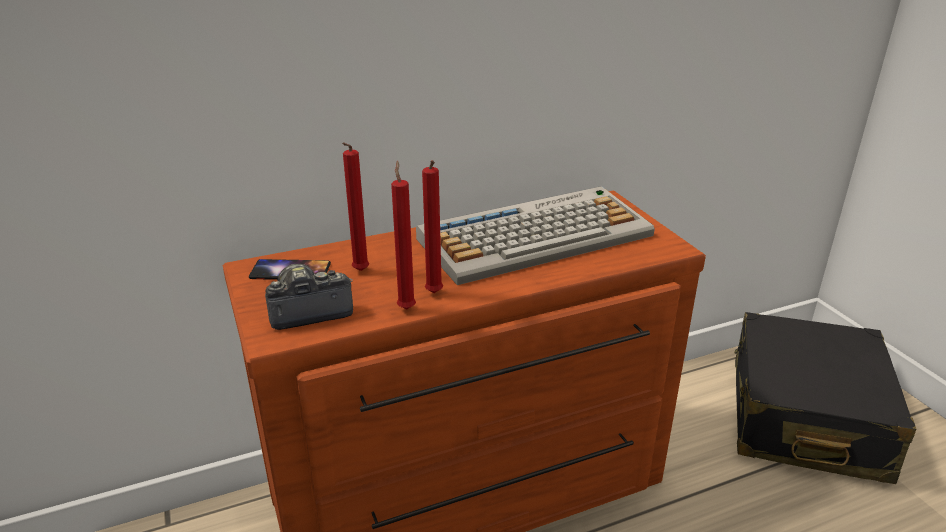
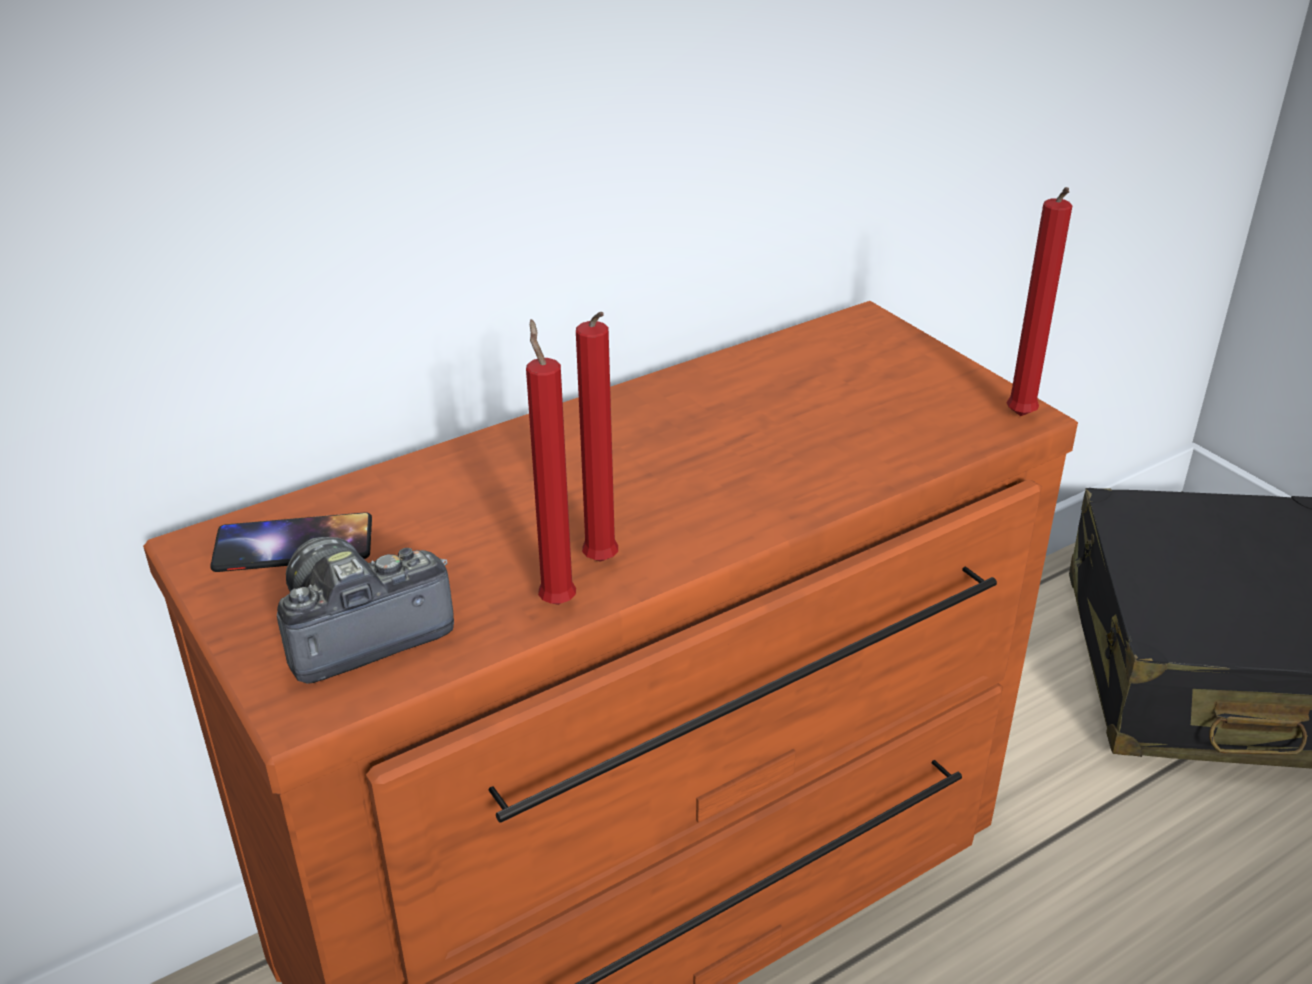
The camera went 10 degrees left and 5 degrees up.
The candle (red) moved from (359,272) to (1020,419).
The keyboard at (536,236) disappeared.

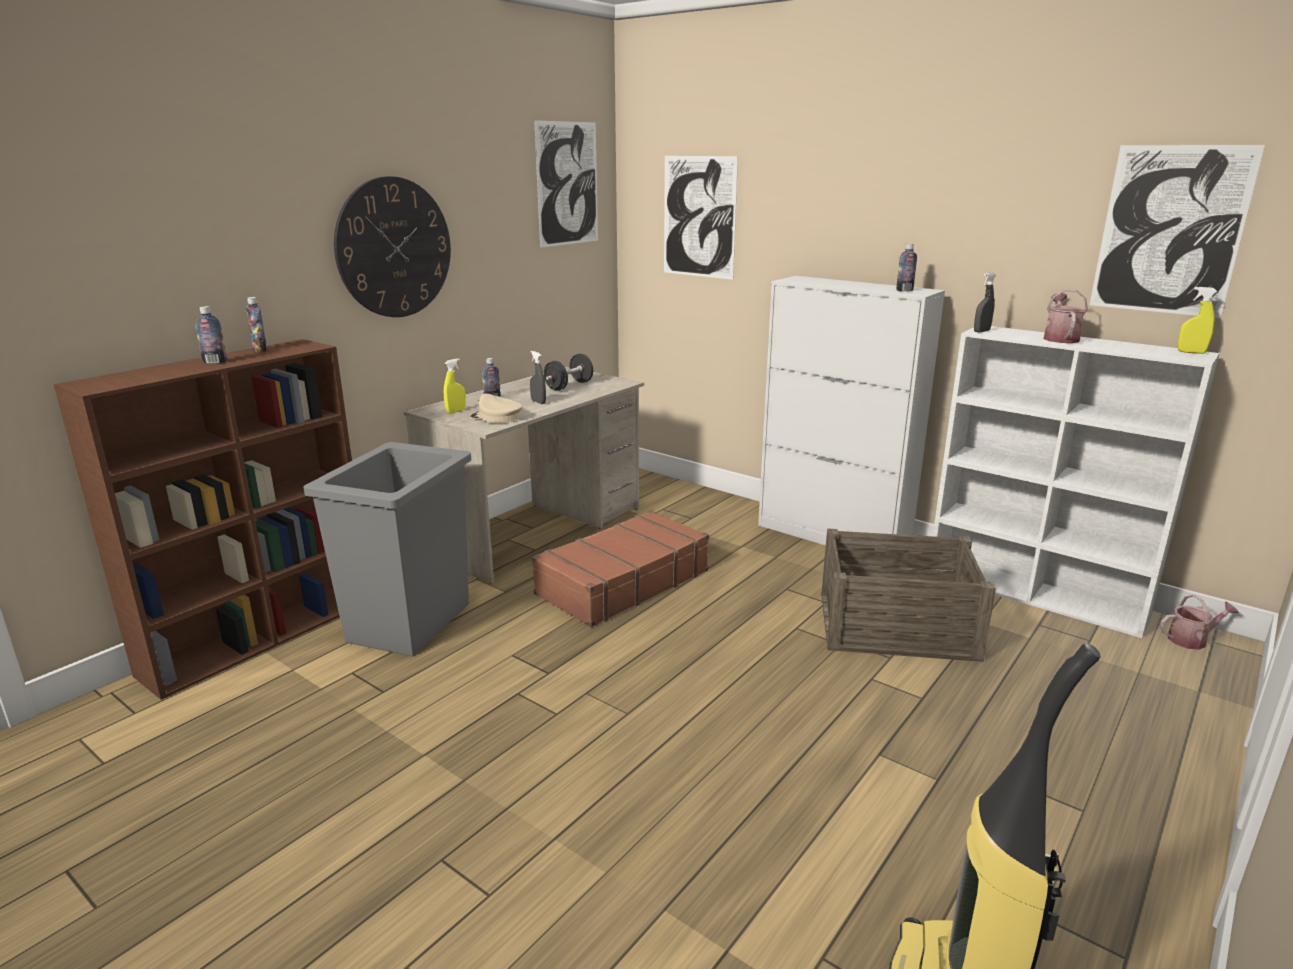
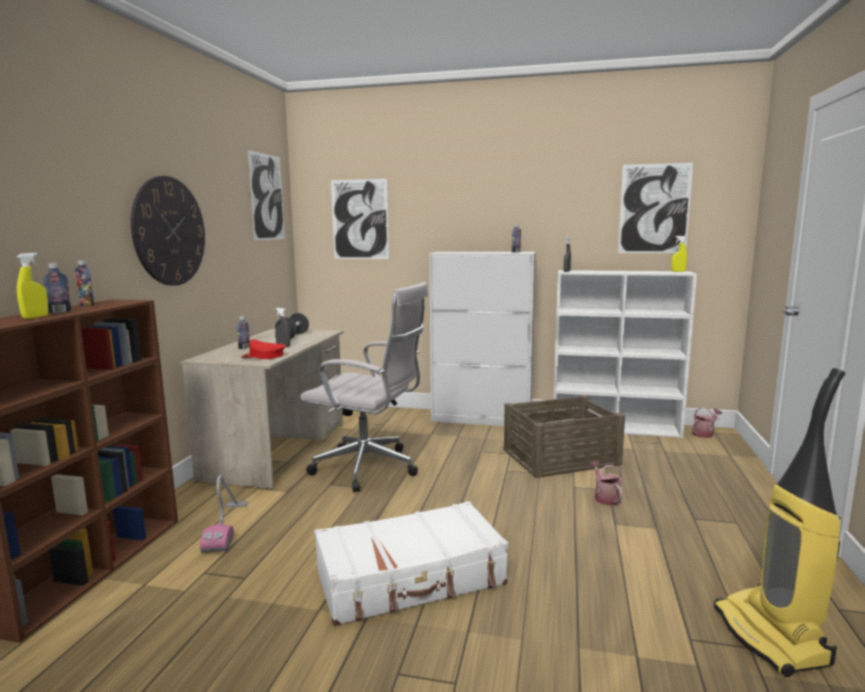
The camera went 25 degrees left and 10 degrees down.
The spray bottle (yellow) moved from (456,411) to (35,317).
The trash can (grey) at (411,622) was replaced by the vacuum cleaner at (227,527).
The cap (beige) at (496,417) became the cap (red) at (263,356).
The suitcase (brown) at (621,582) was replaced by the office chair (white) at (370,469).
The suitcase (white) at (411,578) appeared.
The watering can moved from (1060,338) to (605,497).

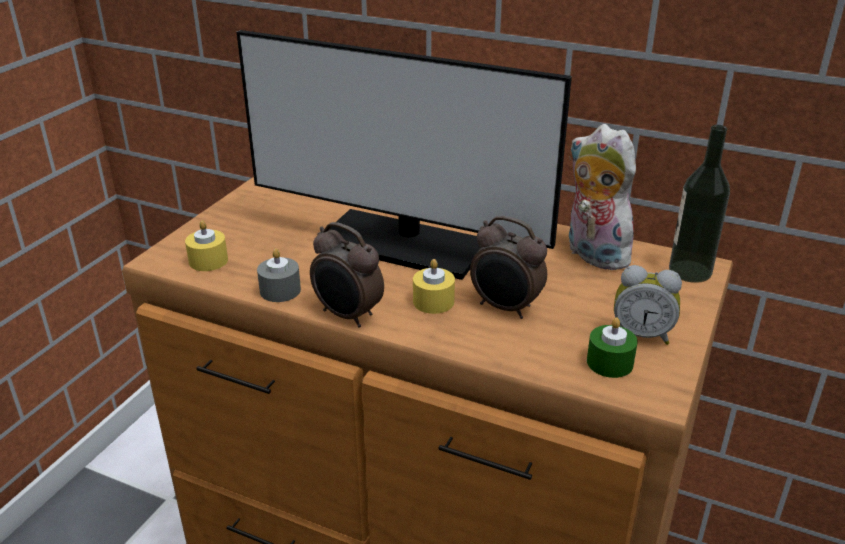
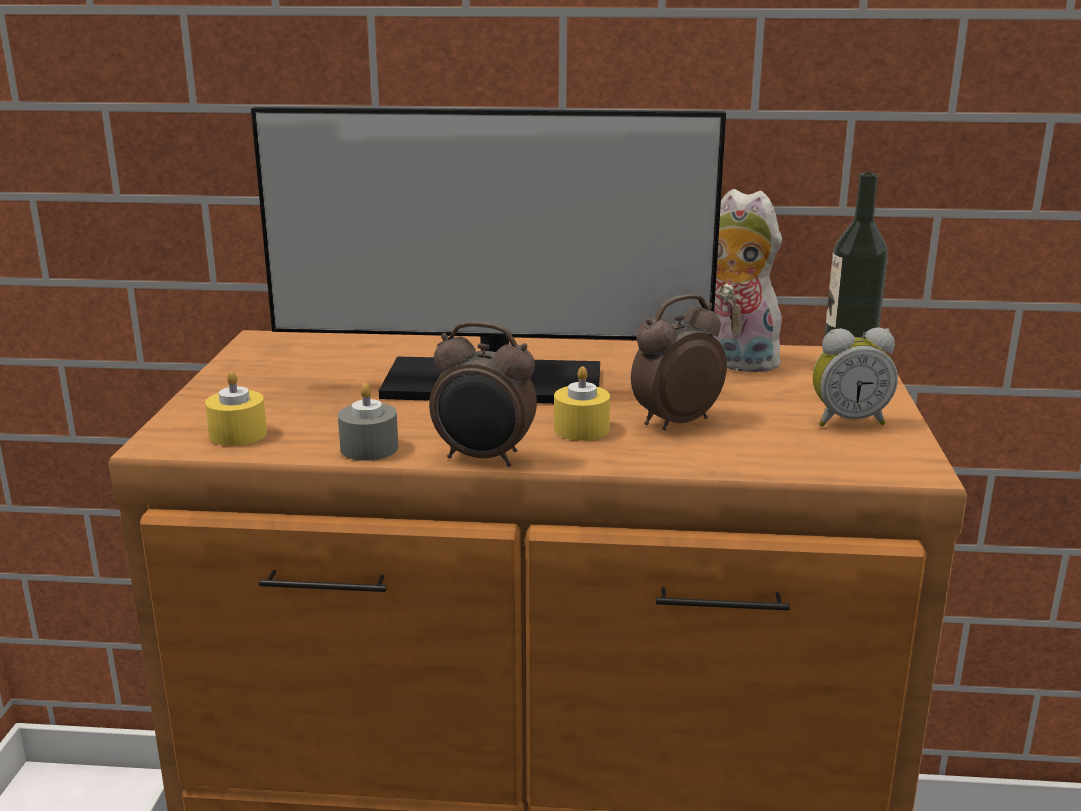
The camera went 20 degrees left and 10 degrees down.
The alarm clock at (505,308) turned 135 degrees clockwise.
The candle (green) at (609,363) disappeared.

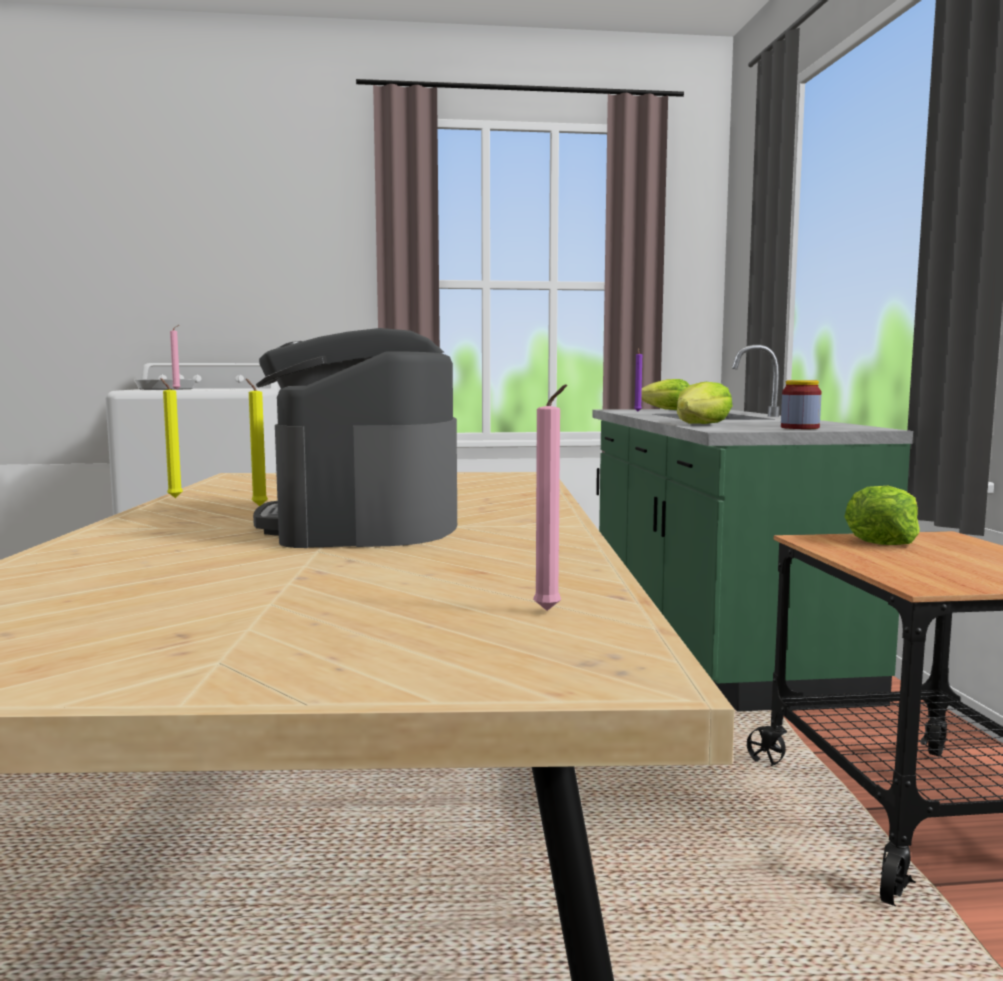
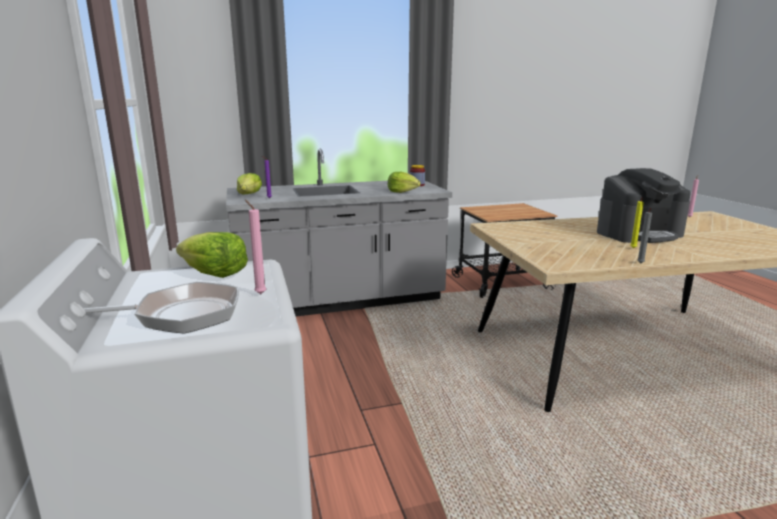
The camera went 100 degrees left and 10 degrees up.
The lettuce moved from (881,541) to (214,274).
The counter (green) at (710,636) became the counter (grey) at (340,301).
The candle (yellow) at (173,497) became the candle (grey) at (640,263).

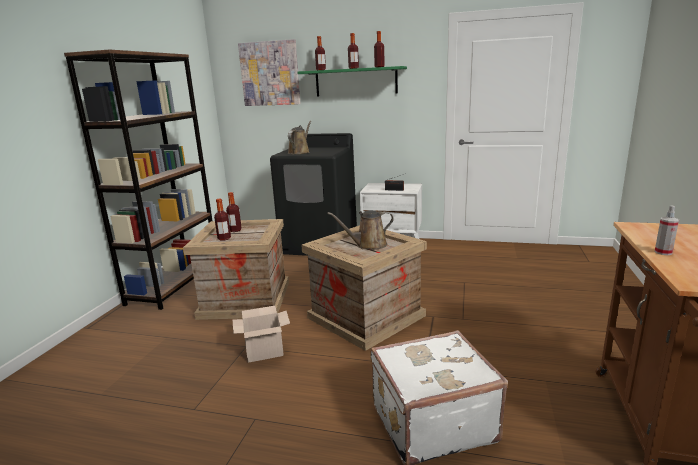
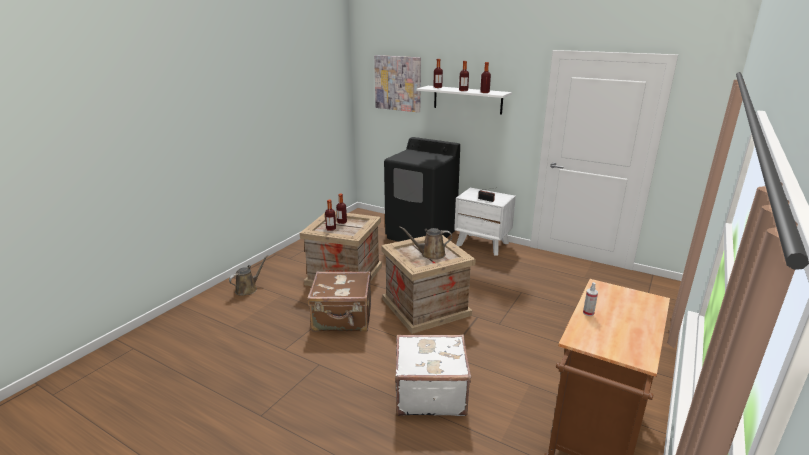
The camera went 15 degrees right and 5 degrees up.
The watering can (brown) moved from (299,152) to (248,289).
The cardboard box at (265,350) was replaced by the suitcase (brown) at (343,319).
The shelf (green) at (356,82) became the shelf (white) at (467,99).
The bookcase (brown) at (175,284) disappeared.

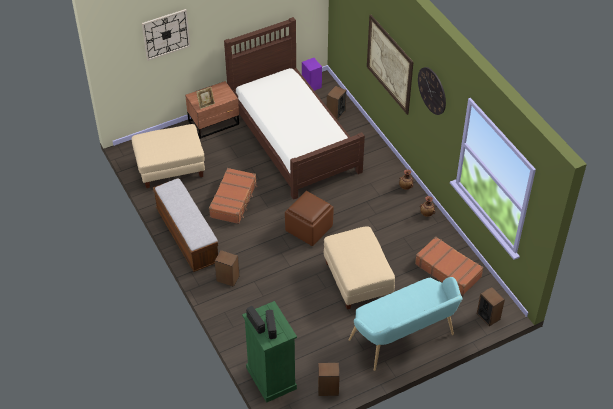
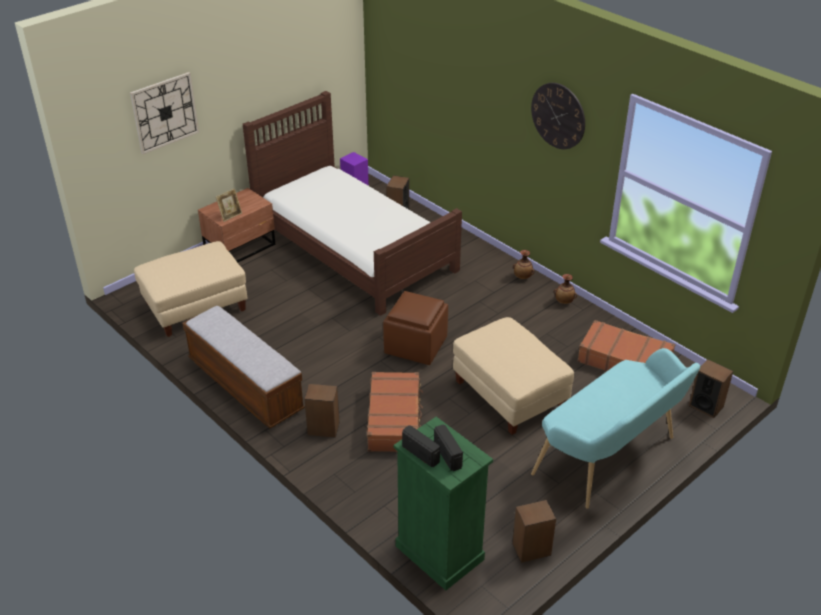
The camera went 15 degrees left and 10 degrees down.
The suitcase (brown) moved from (234,200) to (395,419).
The picture at (389,64) disappeared.

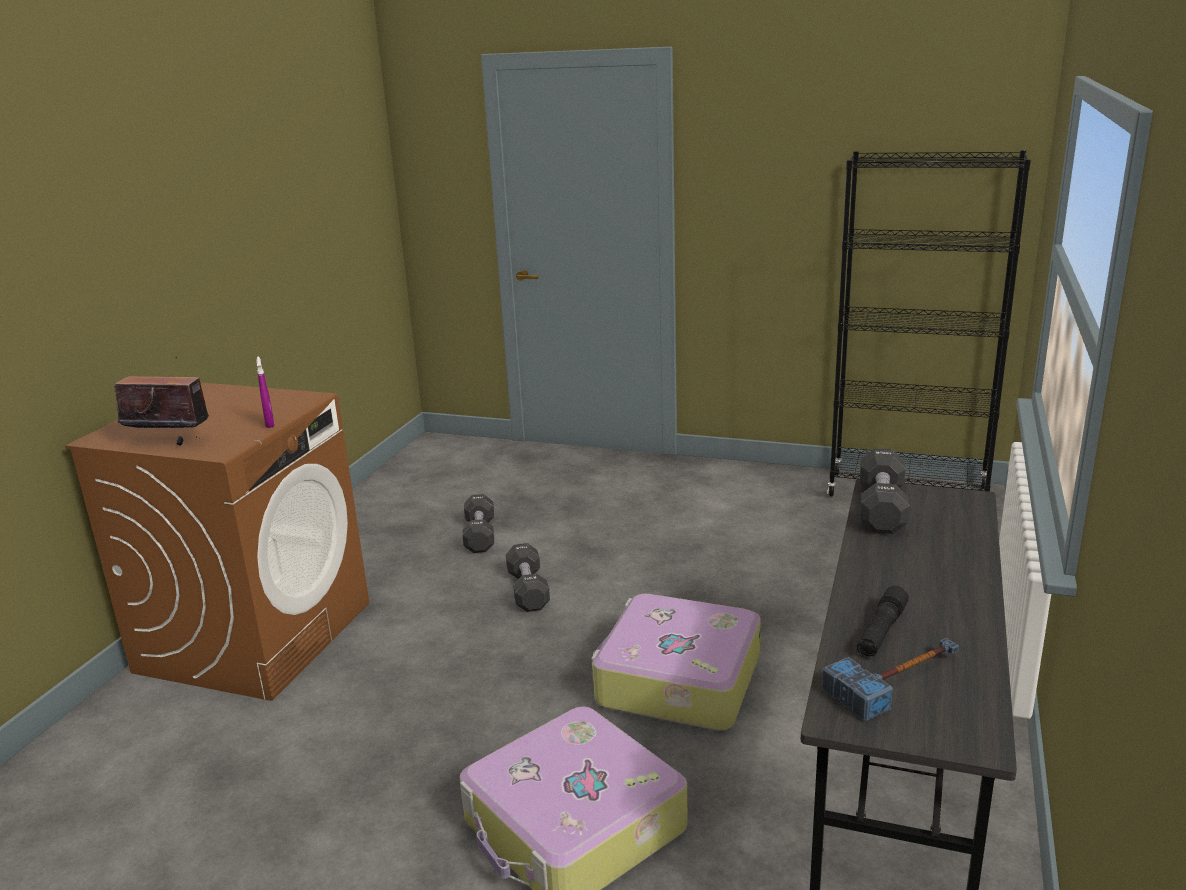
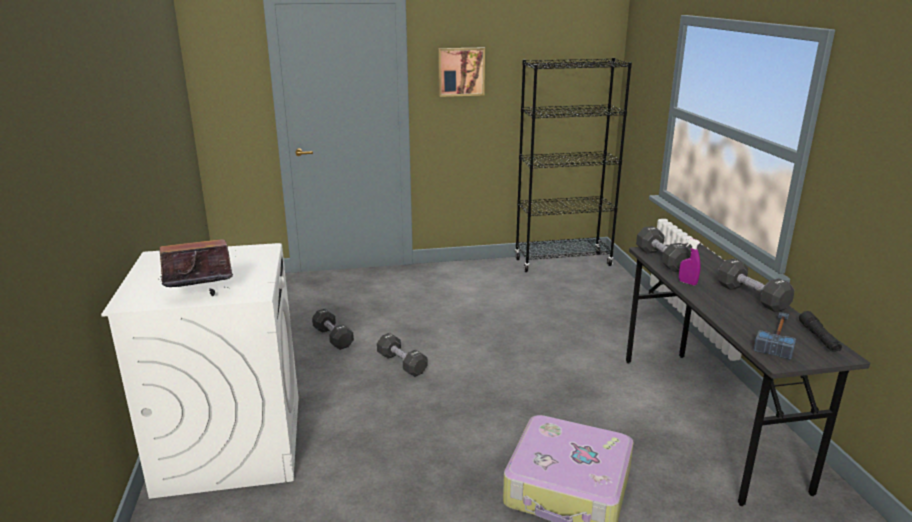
The camera went 30 degrees left and 0 degrees up.
The washing machine (brown) at (256,636) became the washing machine (white) at (231,443).
The picture at (461,71) appeared.
The spray bottle (purple) moved from (270,424) to (687,283).
The dumbbell (black) at (751,297) appeared.
The flashlight (black) moved from (881,632) to (818,338).
The suitcase at (676,680) disappeared.

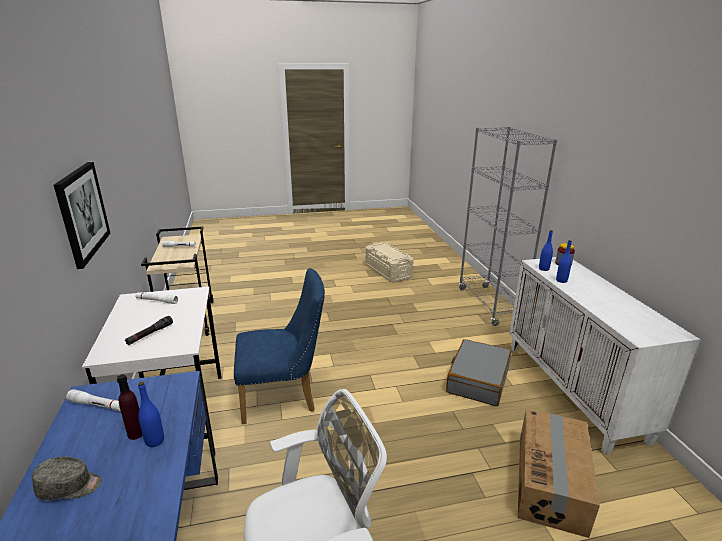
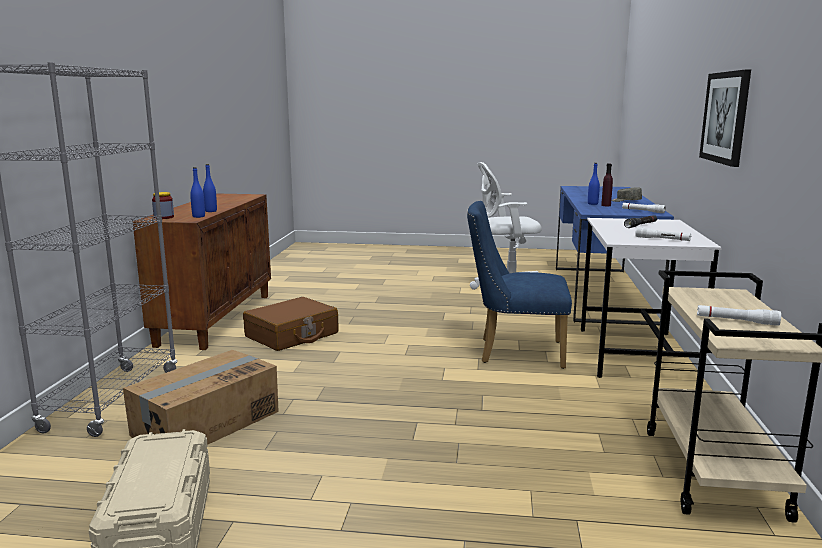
The camera went 160 degrees left and 10 degrees down.
The cardboard box moved from (551,483) to (205,423).
The cabinet (white) at (574,391) became the cabinet (brown) at (216,318).
The suitcase (grey) at (477,380) became the suitcase (brown) at (292,335).

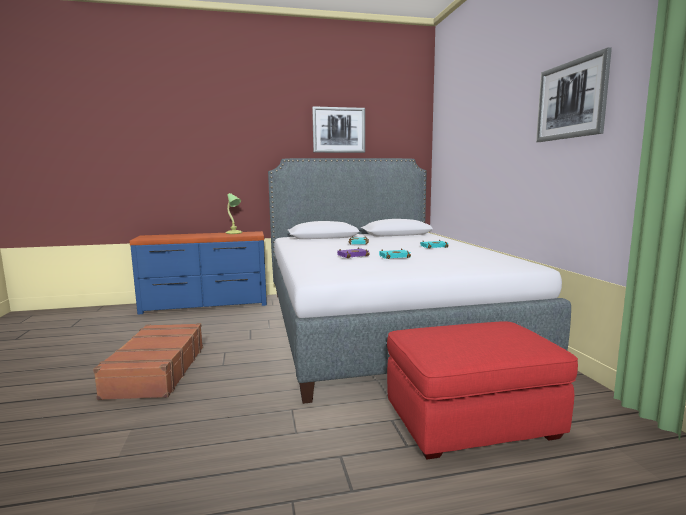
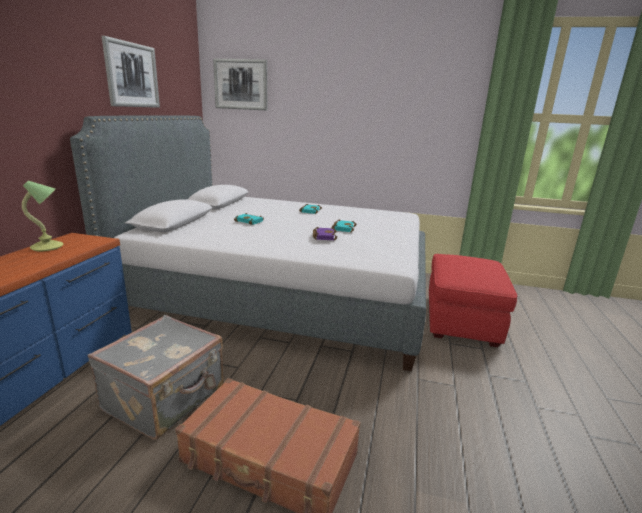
The camera went 65 degrees left and 10 degrees up.
The suitcase (grey) at (166,399) appeared.
The picture moved from (571,100) to (241,84).

